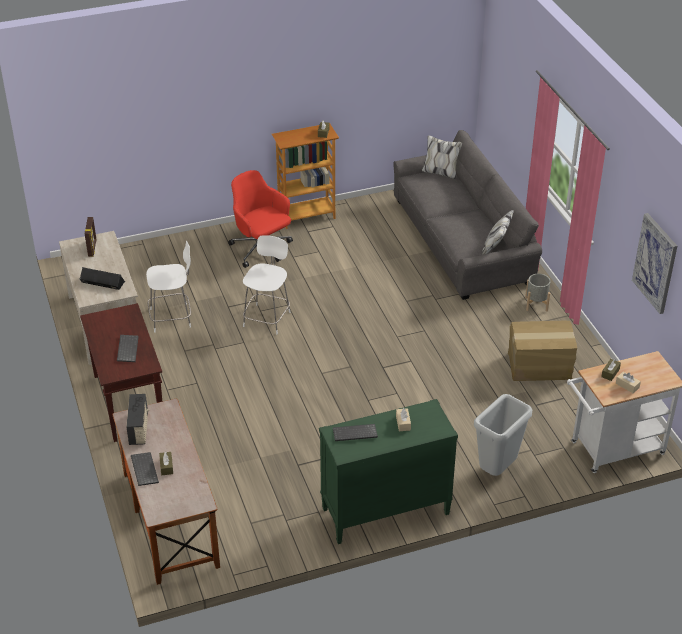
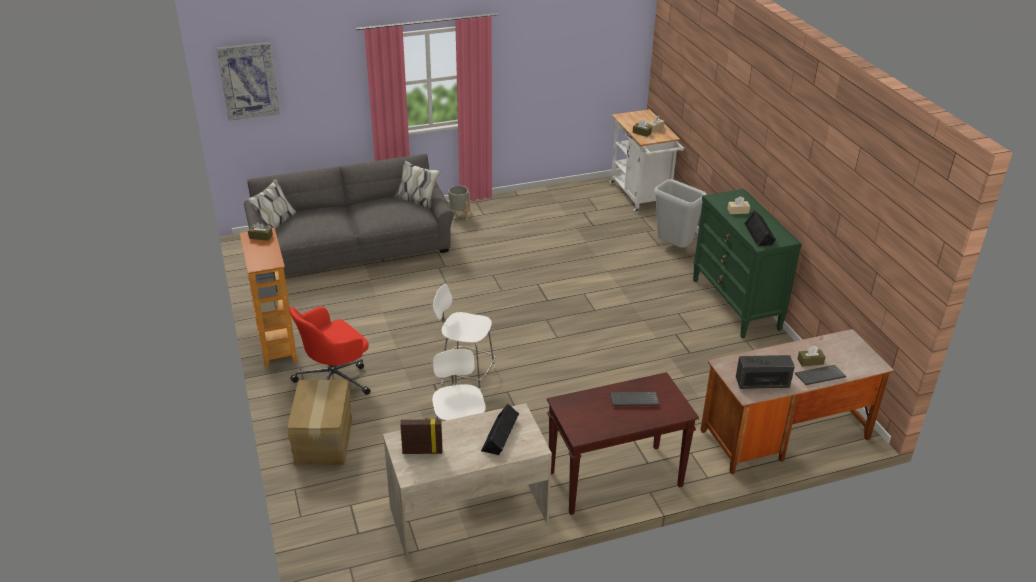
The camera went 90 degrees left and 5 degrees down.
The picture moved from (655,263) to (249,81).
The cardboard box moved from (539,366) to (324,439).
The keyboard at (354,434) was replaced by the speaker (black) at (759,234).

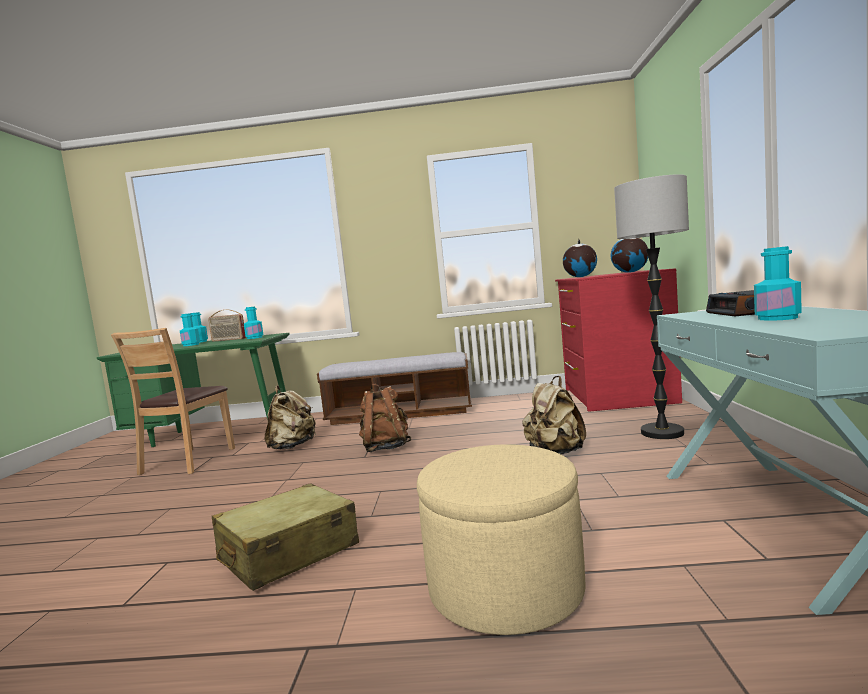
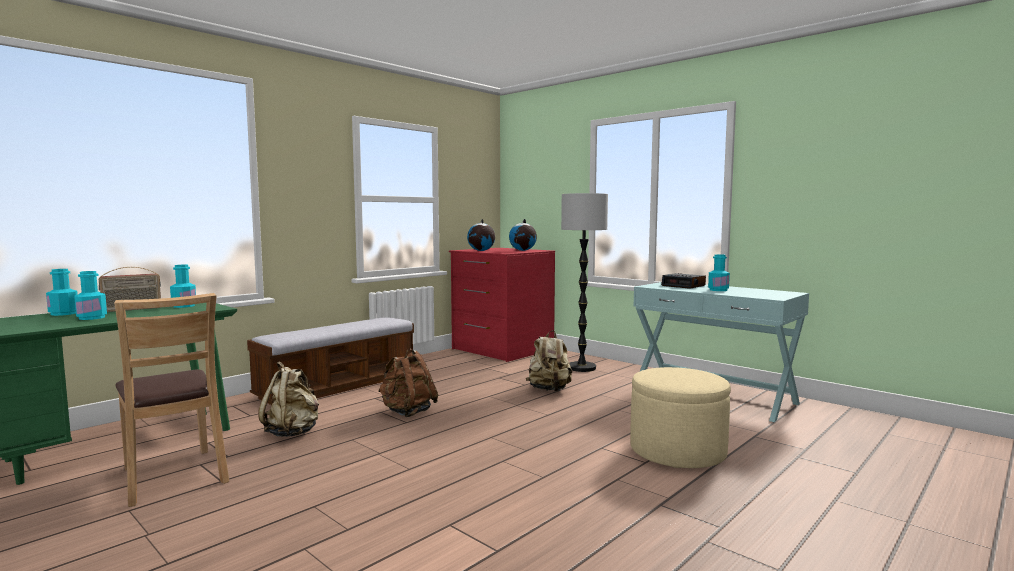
The camera went 50 degrees left and 0 degrees up.
The suitcase (beige) at (288,553) disappeared.

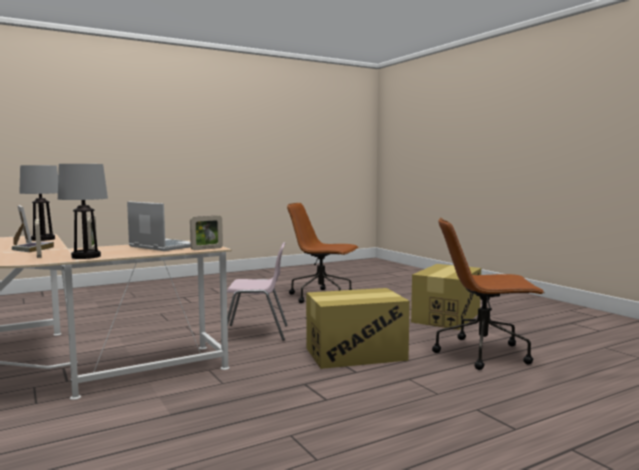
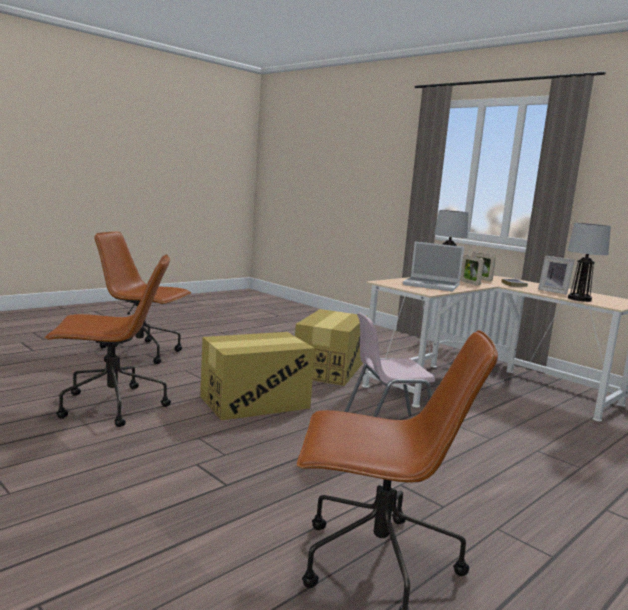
The camera went 165 degrees right and 5 degrees up.
The office chair (brown) at (140,353) appeared.
The cardboard box moved from (446,317) to (329,369).
The picture frame at (207,249) disappeared.

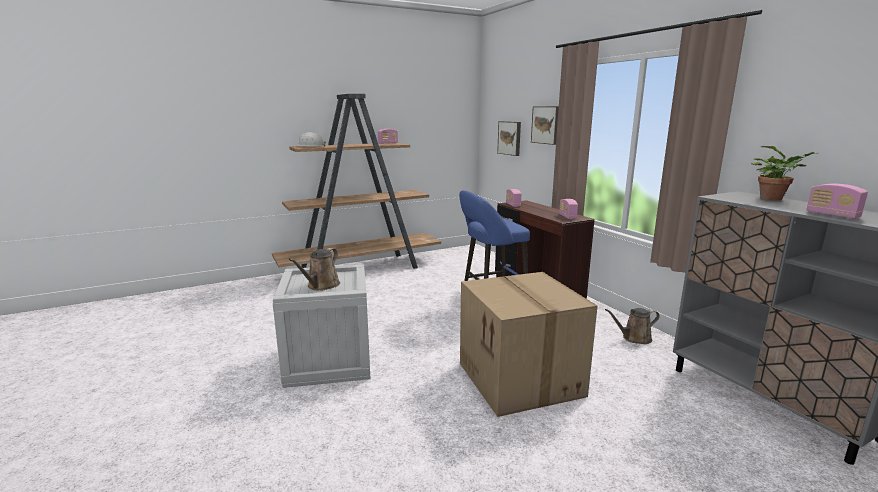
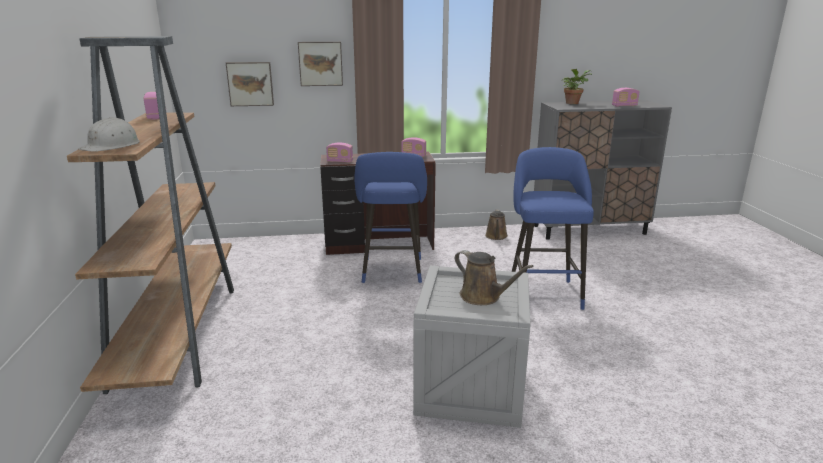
The camera went 70 degrees left and 5 degrees up.
The cardboard box at (522,379) was replaced by the stool (blue) at (544,292).

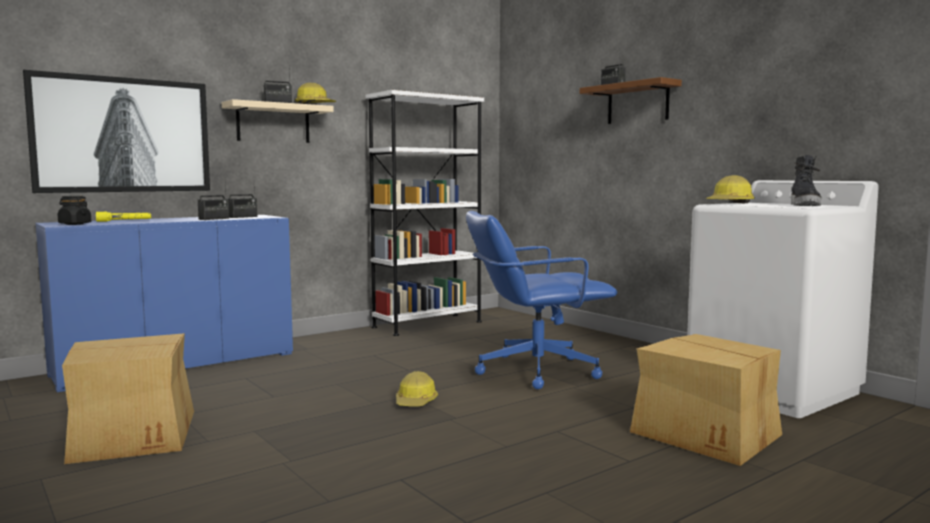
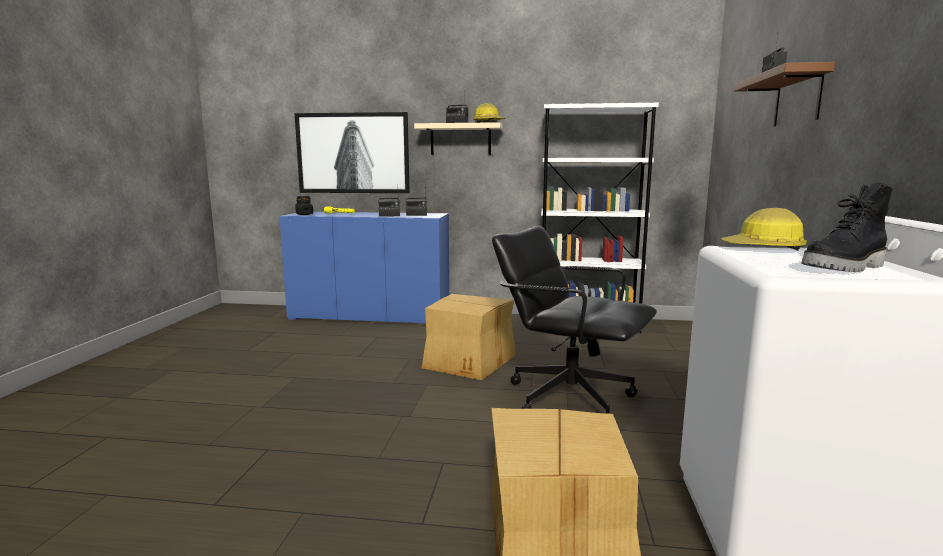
The camera went 45 degrees right and 5 degrees up.
The cardboard box moved from (132,436) to (468,361).
The office chair (blue) at (535,371) became the office chair (black) at (569,397).
The hard hat at (416,402) disappeared.

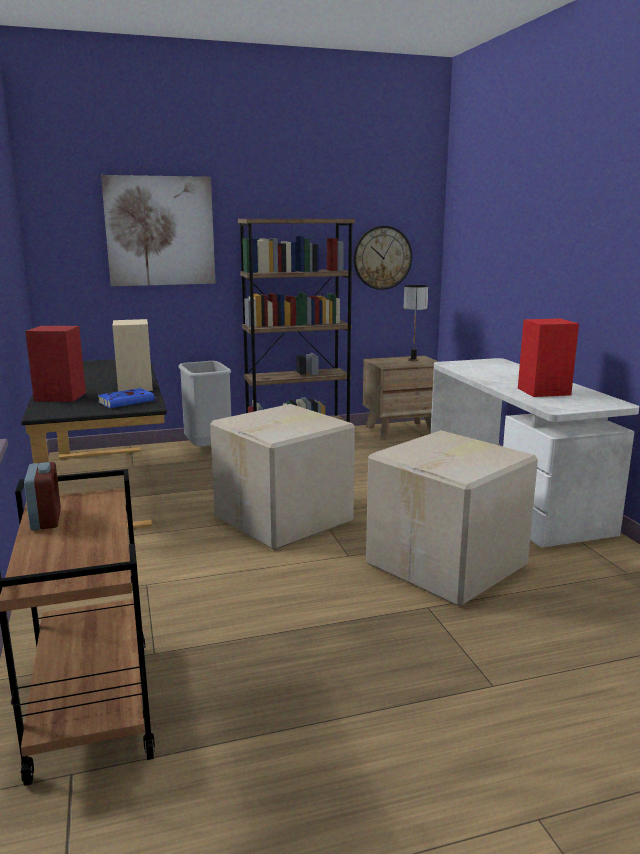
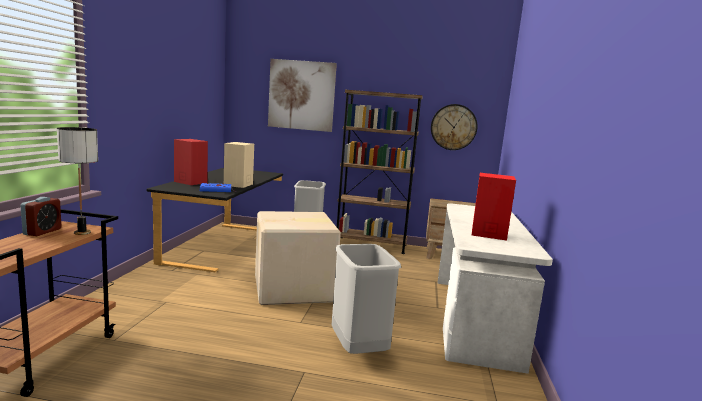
The camera went 25 degrees right and 5 degrees down.
The table lamp moved from (413,360) to (82,232).
The cardboard box at (448,564) was replaced by the trash can (grey) at (359,349).

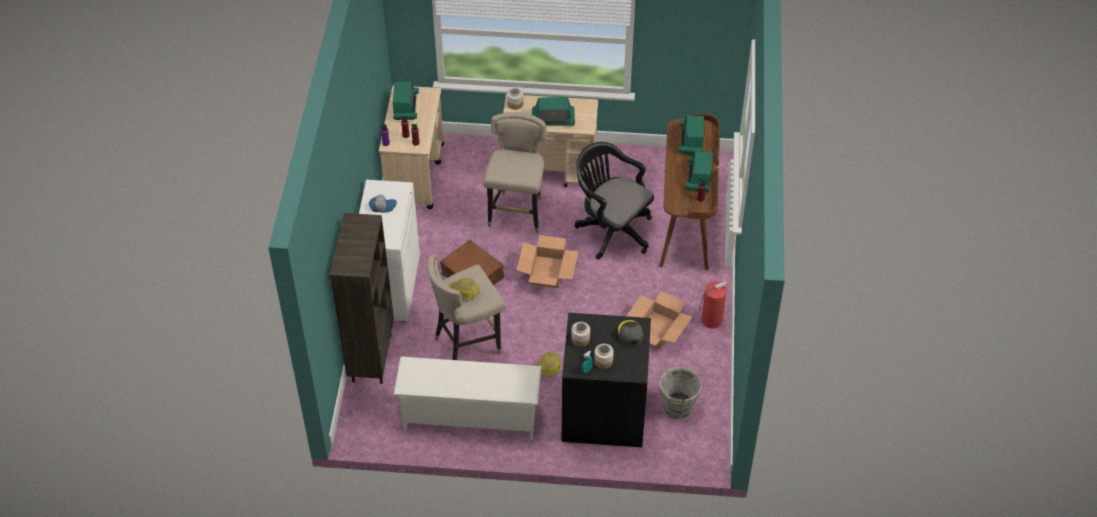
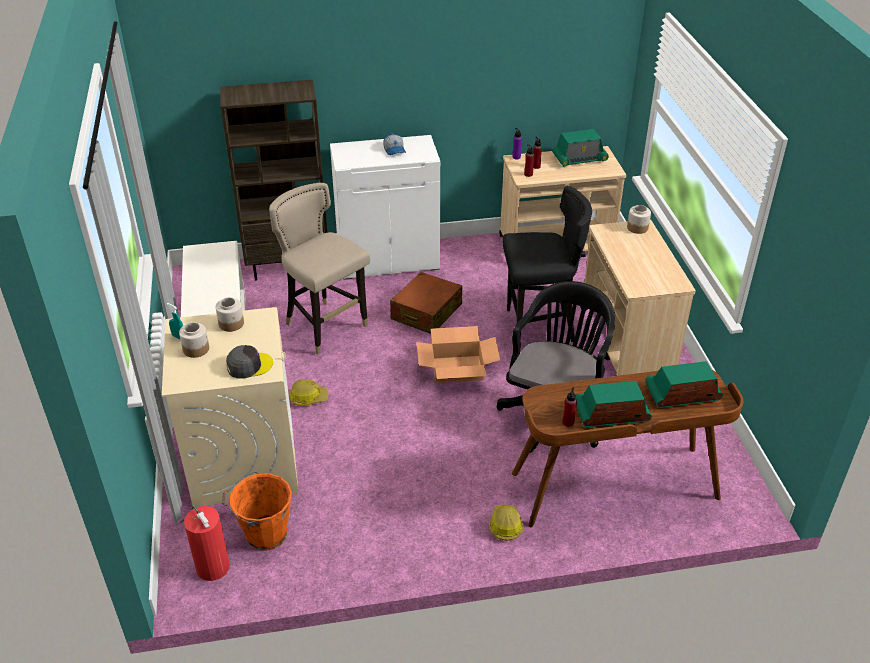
The camera went 75 degrees right and 10 degrees down.
The washing machine (black) at (603,413) became the washing machine (beige) at (243,459).
The fire extinguisher moved from (710,320) to (212,565).
The bucket (grey) at (677,408) became the bucket (orange) at (264,534).
The hard hat moved from (464,292) to (505,525).
The stool (beige) at (517,214) became the stool (black) at (538,328).
The radio at (553,119) disappeared.
The cardboard box at (656,330) disappeared.

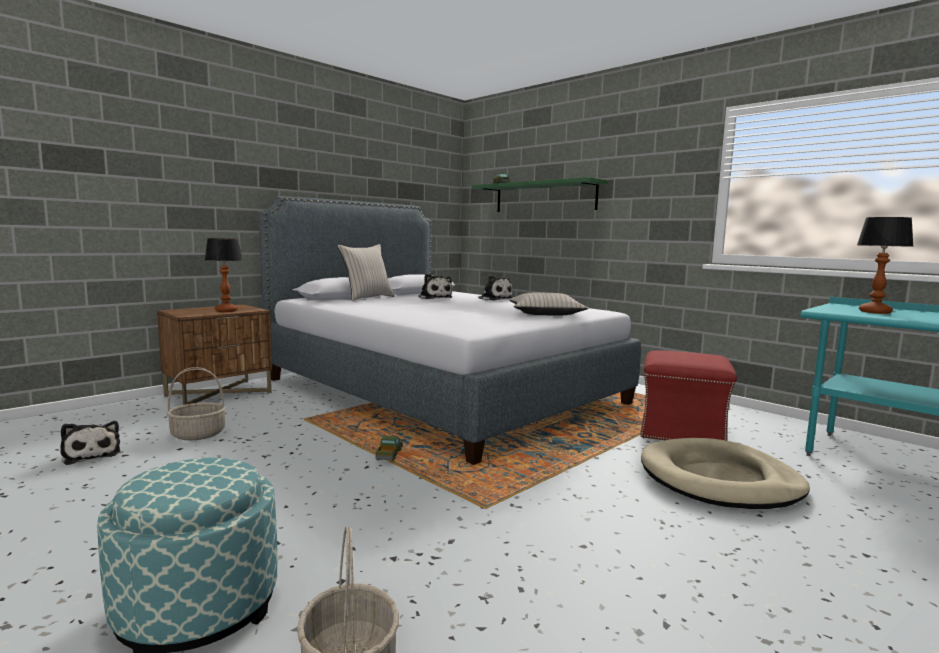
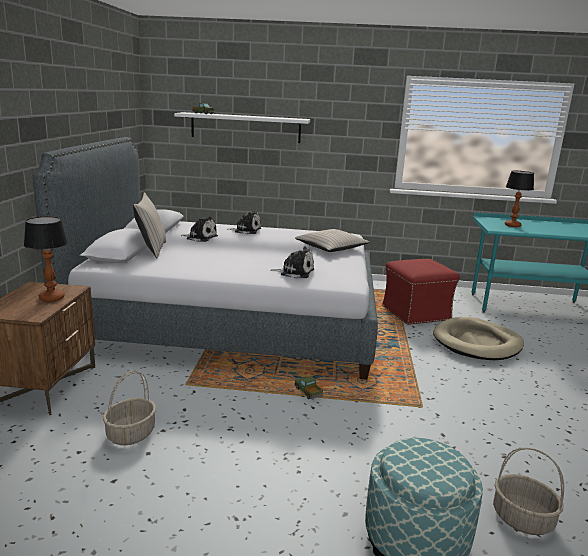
The camera went 40 degrees left and 10 degrees up.
The shelf (green) at (544,197) became the shelf (white) at (245,127).
The plush toy moved from (91,454) to (295,272).

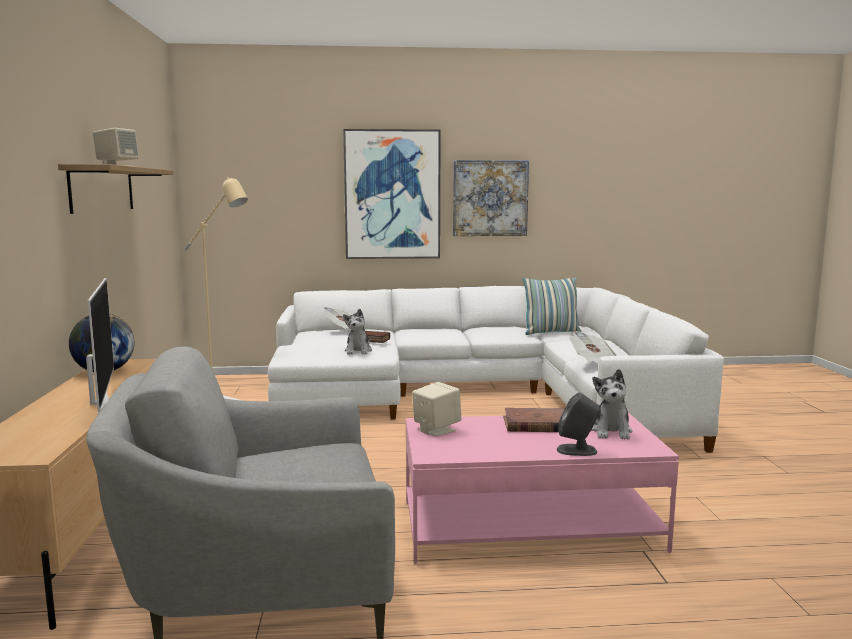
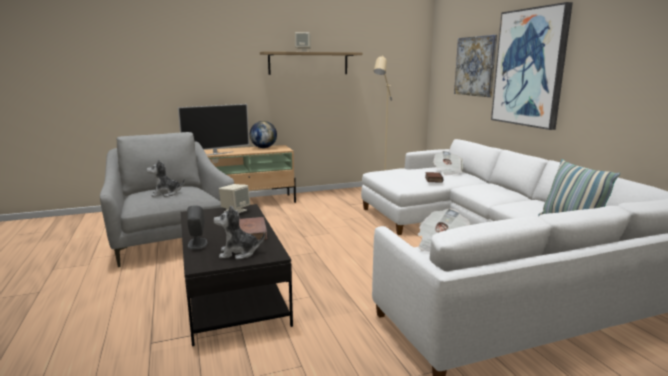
The camera went 75 degrees right and 5 degrees up.
The plush toy moved from (358,351) to (166,194).
The coffee table (pink) at (529,526) became the coffee table (black) at (232,291).
The picture moved from (490,198) to (475,66).

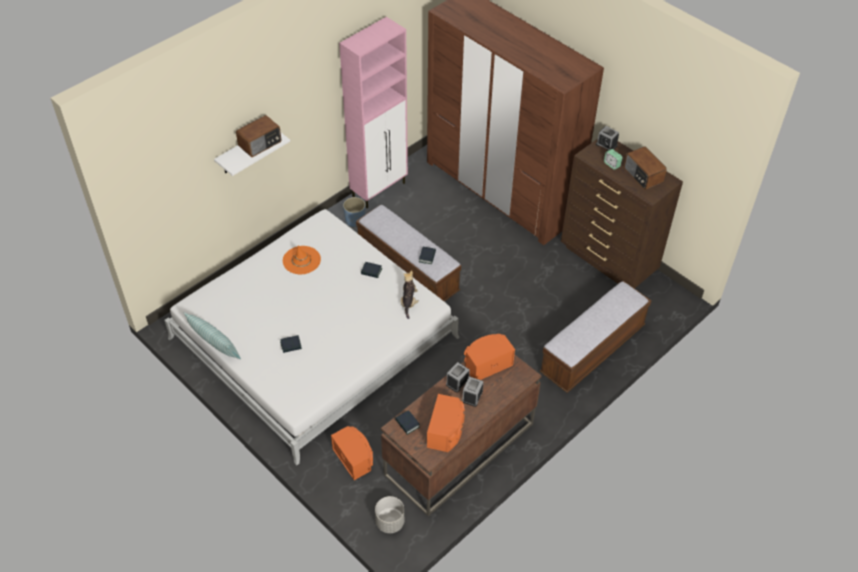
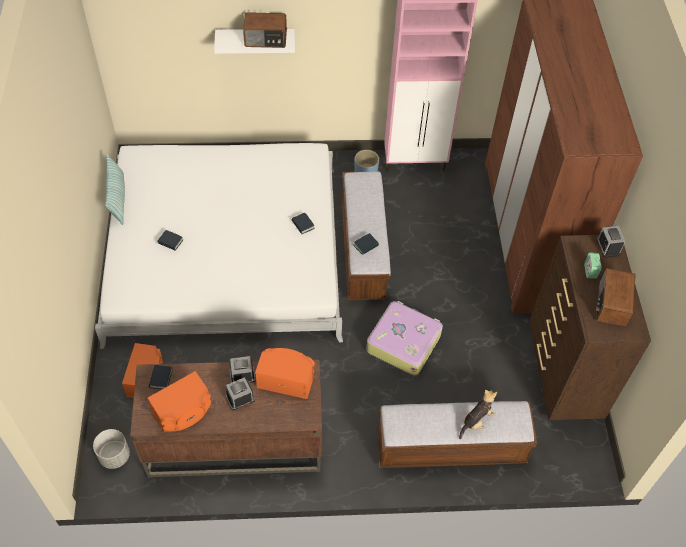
The camera went 40 degrees right and 5 degrees up.
The suitcase at (403,342) appeared.
The plush toy moved from (409,302) to (476,421).
The hat (orange) at (301,260) disappeared.

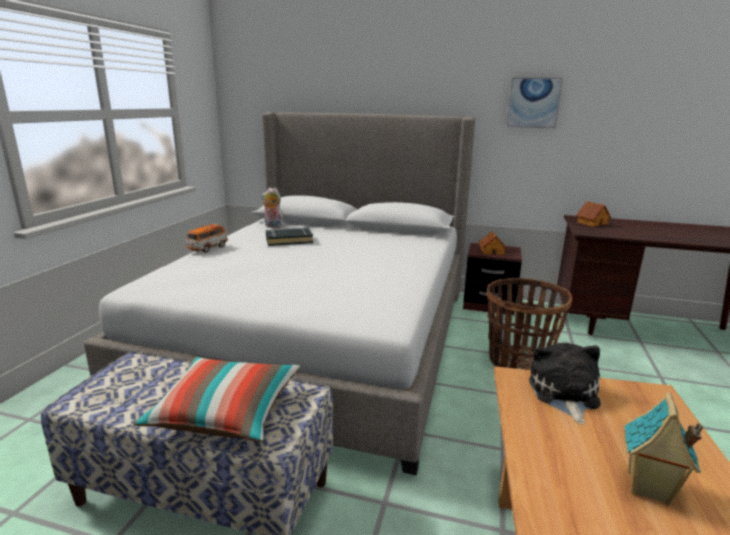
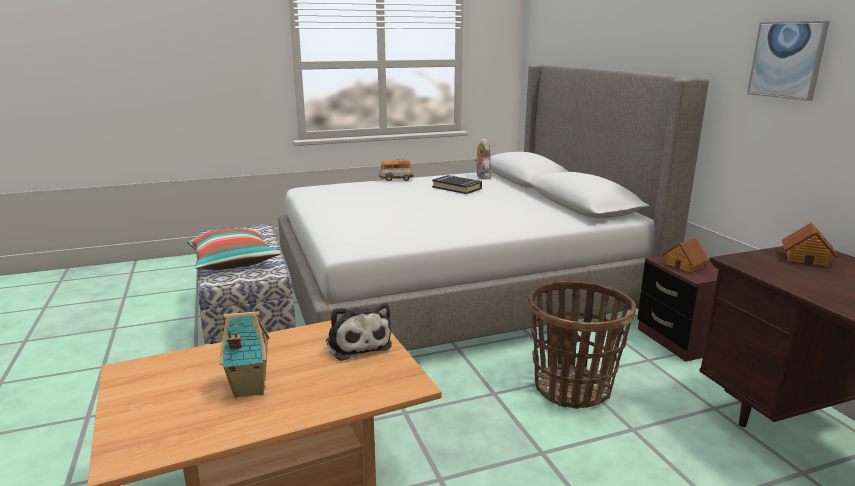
The camera went 55 degrees right and 0 degrees up.
The plush toy at (563,394) turned 90 degrees clockwise.

